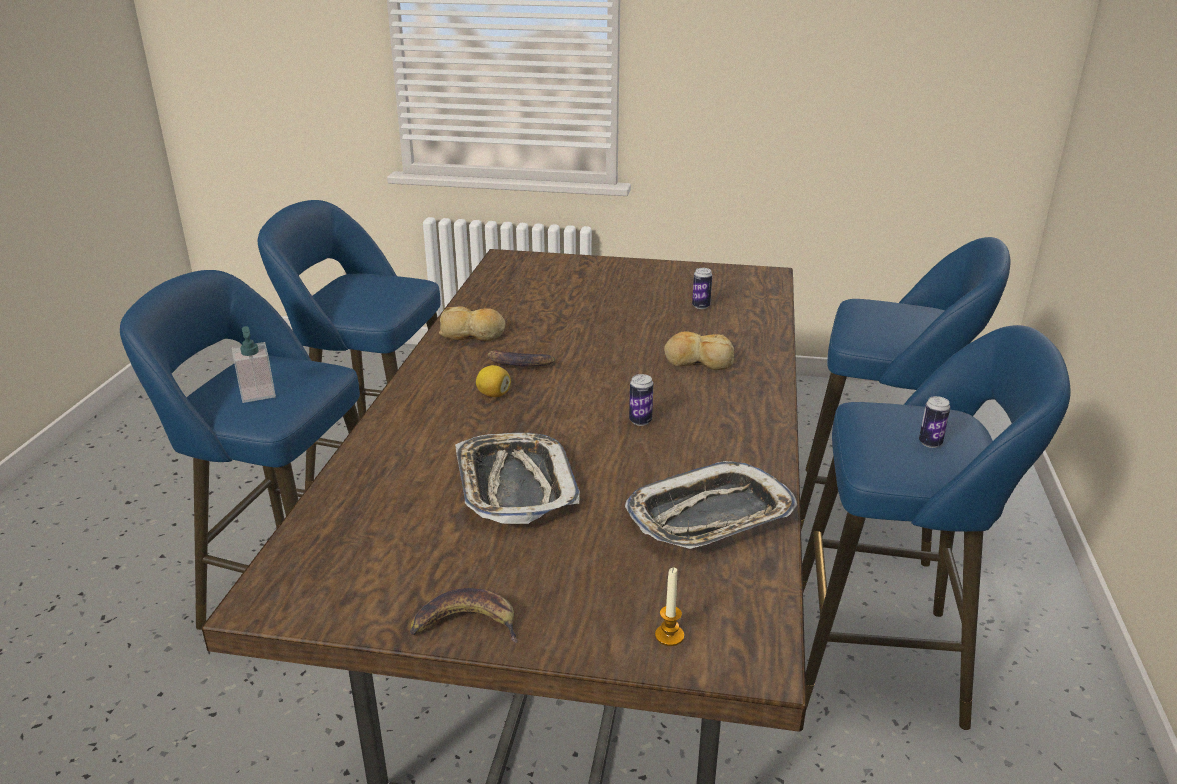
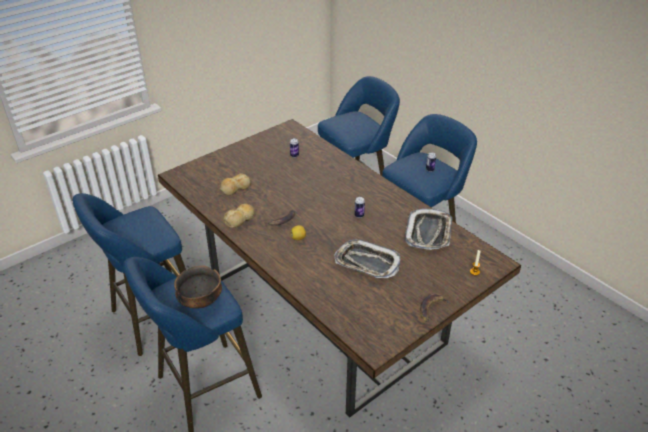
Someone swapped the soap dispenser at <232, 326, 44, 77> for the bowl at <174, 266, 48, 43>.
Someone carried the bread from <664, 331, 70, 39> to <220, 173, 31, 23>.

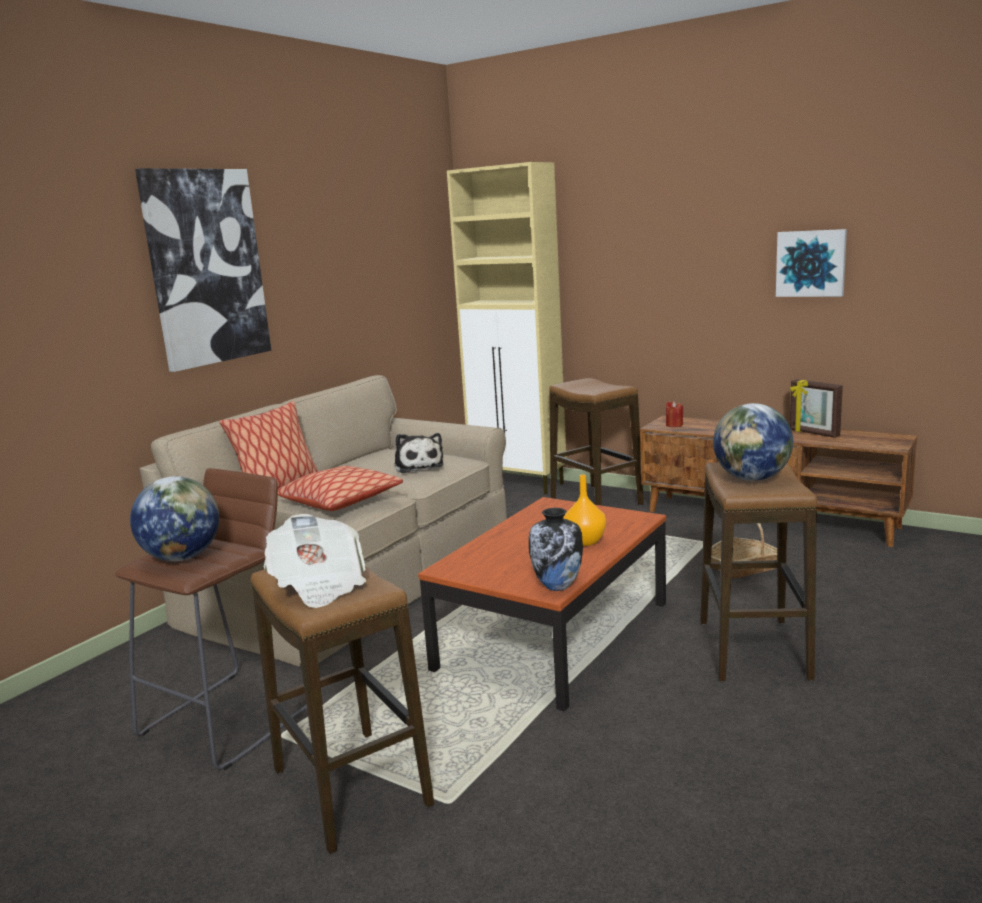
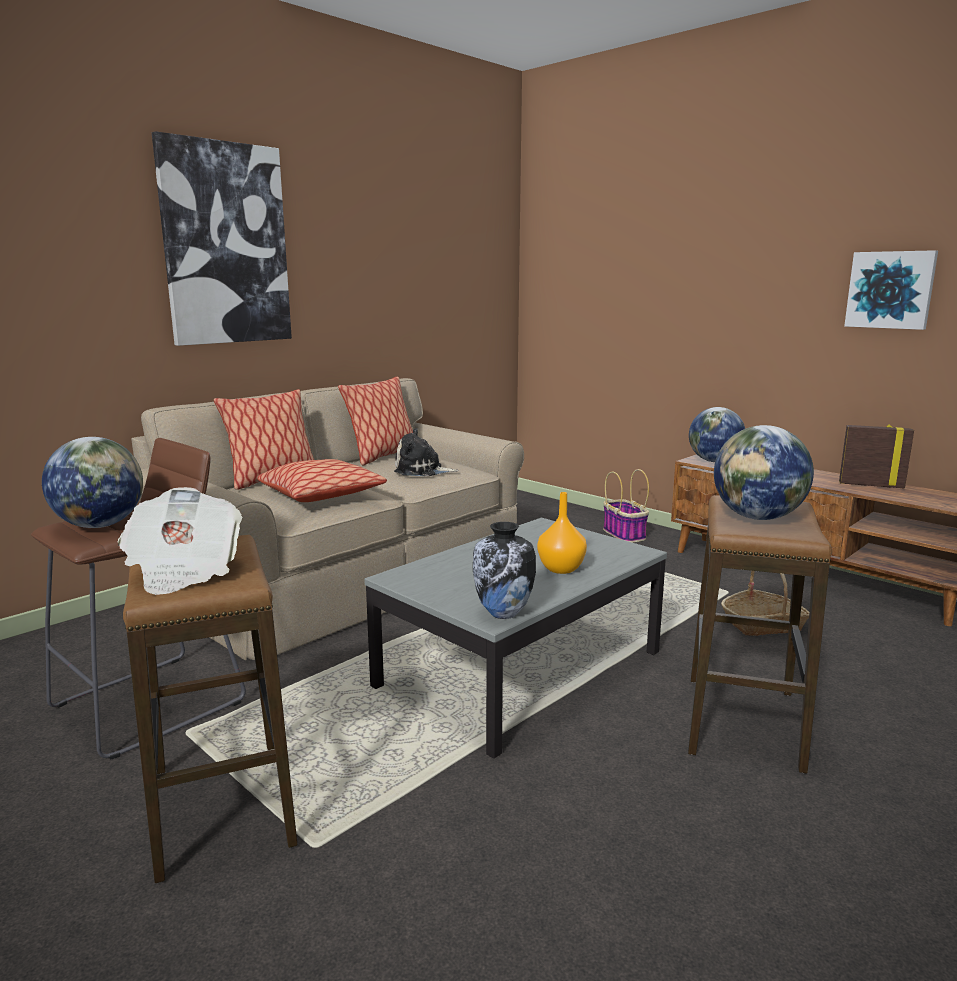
Someone rotated the plush toy at <394, 433, 50, 40> by 105 degrees clockwise.
Someone repainted the coffee table in brown at <418, 497, 248, 214>, which became the coffee table in grey at <364, 517, 303, 242>.
Someone took away the cabinet in beige at <447, 162, 119, 332>.
Someone swapped the stool at <549, 378, 95, 128> for the basket at <603, 469, 46, 74>.
Someone swapped the candle in red at <666, 401, 17, 26> for the globe at <689, 407, 56, 55>.
Someone rotated the picture frame at <790, 379, 53, 59> by 135 degrees clockwise.
Someone put down the pillow at <338, 376, 75, 89>.

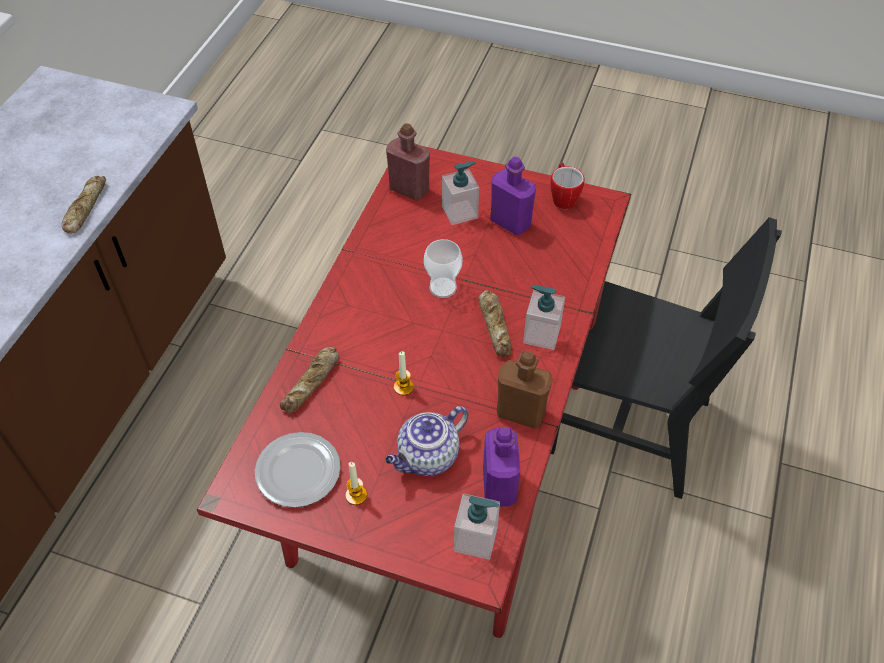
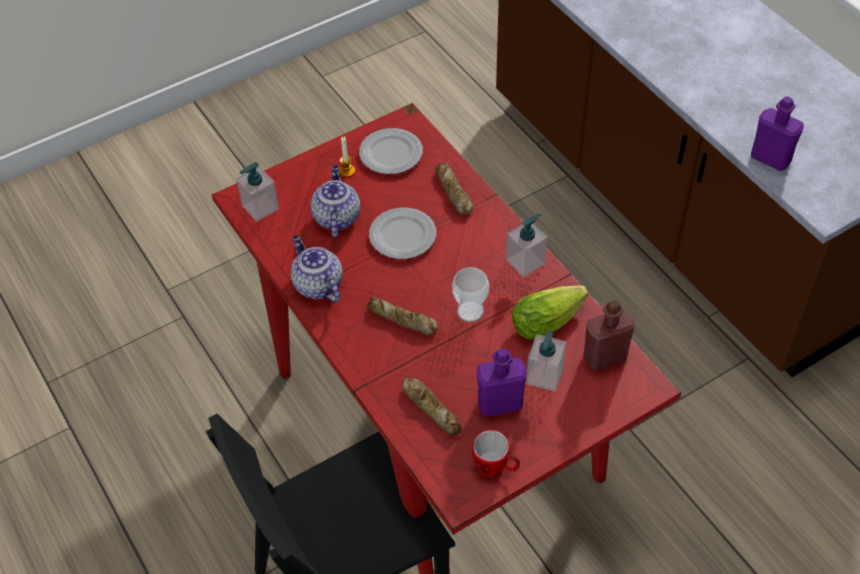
Someone carried the bread from <62, 176, 44, 58> to <402, 378, 60, 58>.
Someone swapped the candle at <394, 351, 20, 45> for the plate at <369, 208, 67, 51>.
Someone carried the bottle in purple from <483, 427, 37, 79> to <751, 97, 53, 74>.
Someone swapped the bottle in brown at <497, 350, 56, 79> for the teapot at <291, 235, 52, 68>.
Someone carried the soap dispenser from <523, 285, 42, 65> to <506, 213, 42, 64>.
Someone put down the lettuce at <512, 285, 76, 55>.

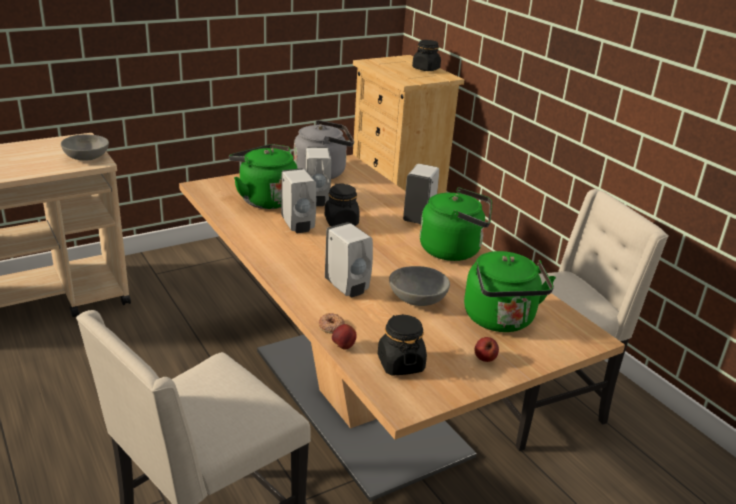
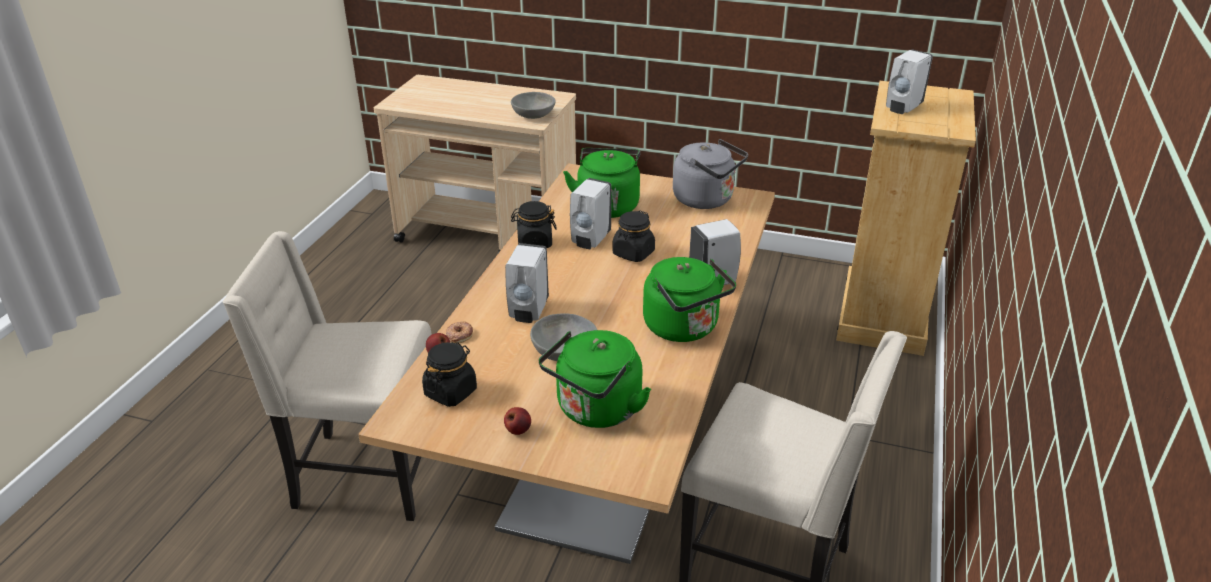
Someone carried the soap dispenser in white from <306, 147, 25, 59> to <886, 49, 47, 65>.
Someone carried the jar in black from <412, 40, 29, 31> to <511, 201, 46, 47>.

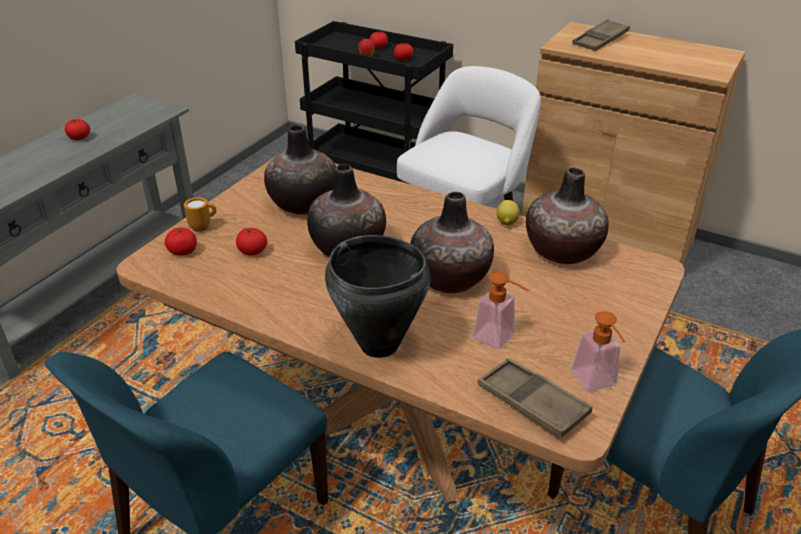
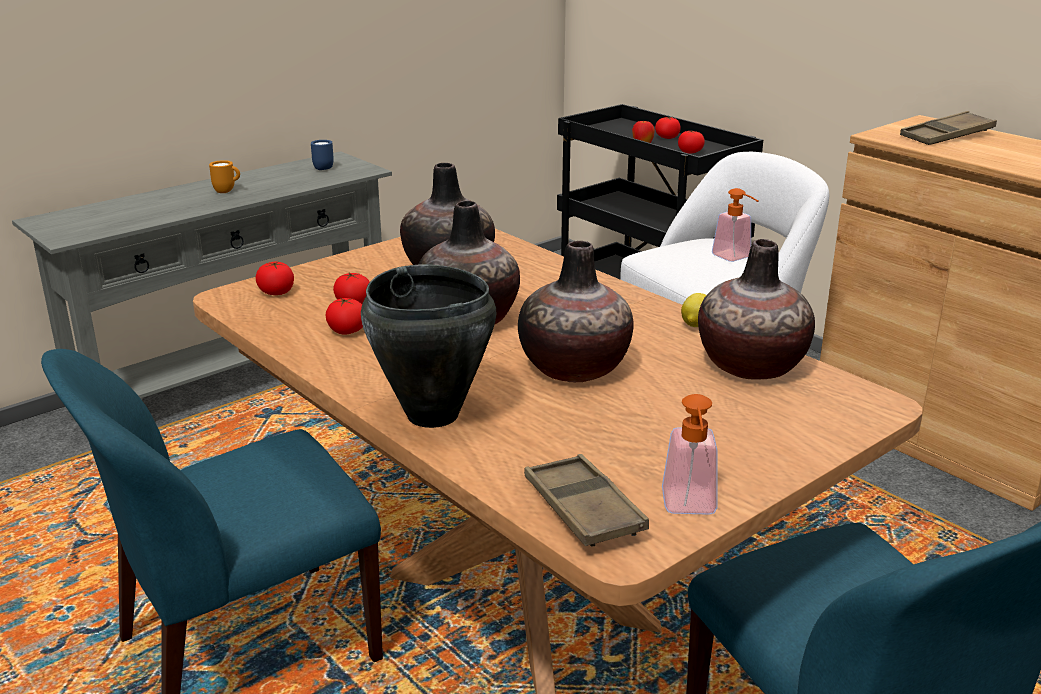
Someone carried the tomato from <65, 119, 25, 21> to <325, 298, 38, 37>.
Someone carried the mug in orange from <184, 197, 32, 35> to <209, 160, 31, 33>.
Someone carried the soap dispenser from <473, 272, 56, 77> to <712, 188, 46, 74>.
Someone put down the mug in blue at <311, 140, 23, 30>.

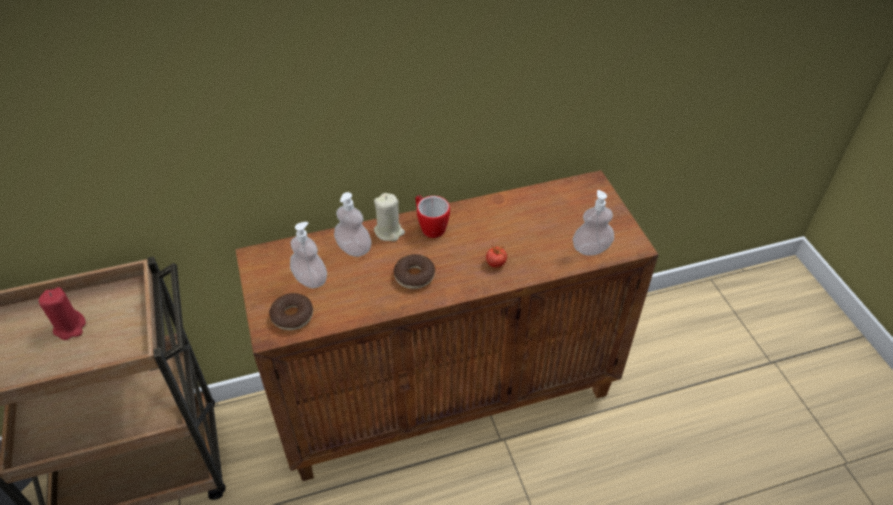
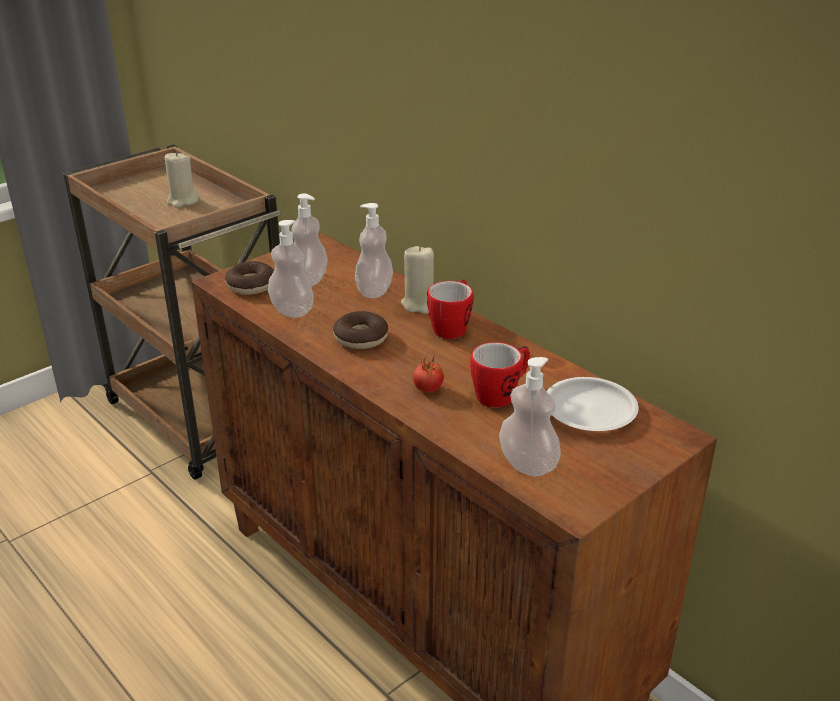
Someone repainted the candle in red at <39, 287, 47, 53>, which became the candle in beige at <165, 152, 34, 56>.
Someone put down the soap dispenser at <268, 220, 46, 98>.
Someone put down the mug at <470, 342, 60, 66>.
Someone put down the plate in white at <547, 377, 92, 54>.

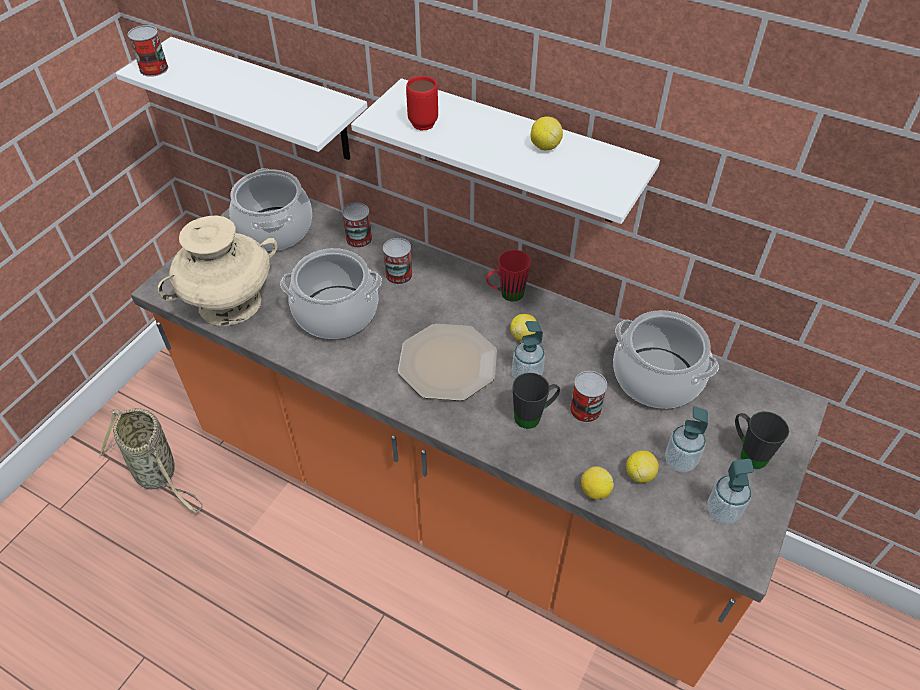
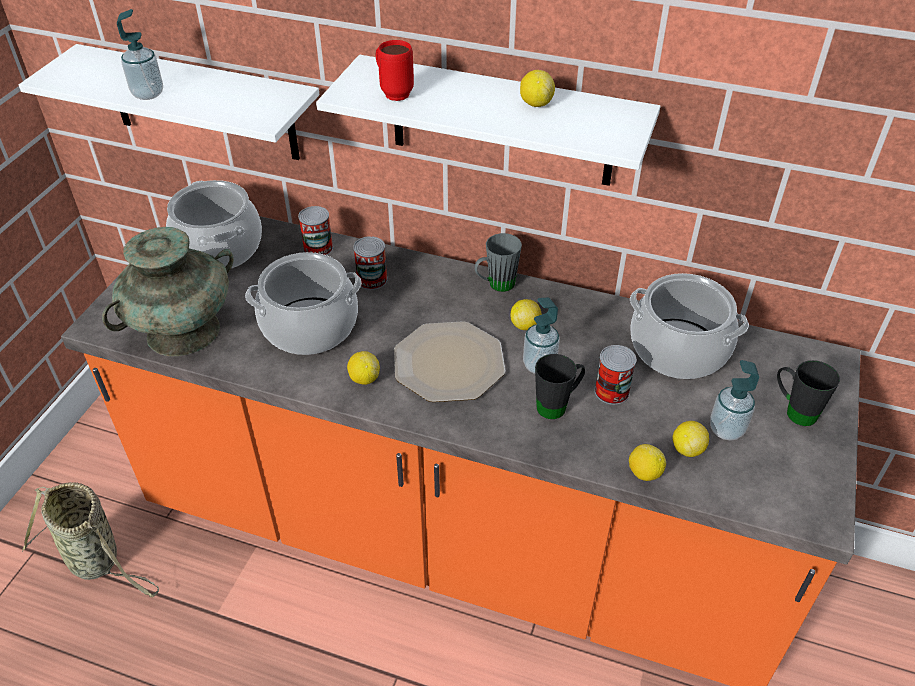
Someone took away the can at <128, 25, 40, 52>.
Someone repainted the vase in beige at <158, 216, 120, 110>, which became the vase in turquoise at <102, 227, 132, 129>.
Someone repainted the mug in red at <486, 250, 45, 51>, which became the mug in grey at <475, 233, 47, 59>.
Someone carried the soap dispenser from <707, 459, 47, 65> to <117, 9, 46, 91>.
Someone put down the lemon at <347, 351, 33, 34>.

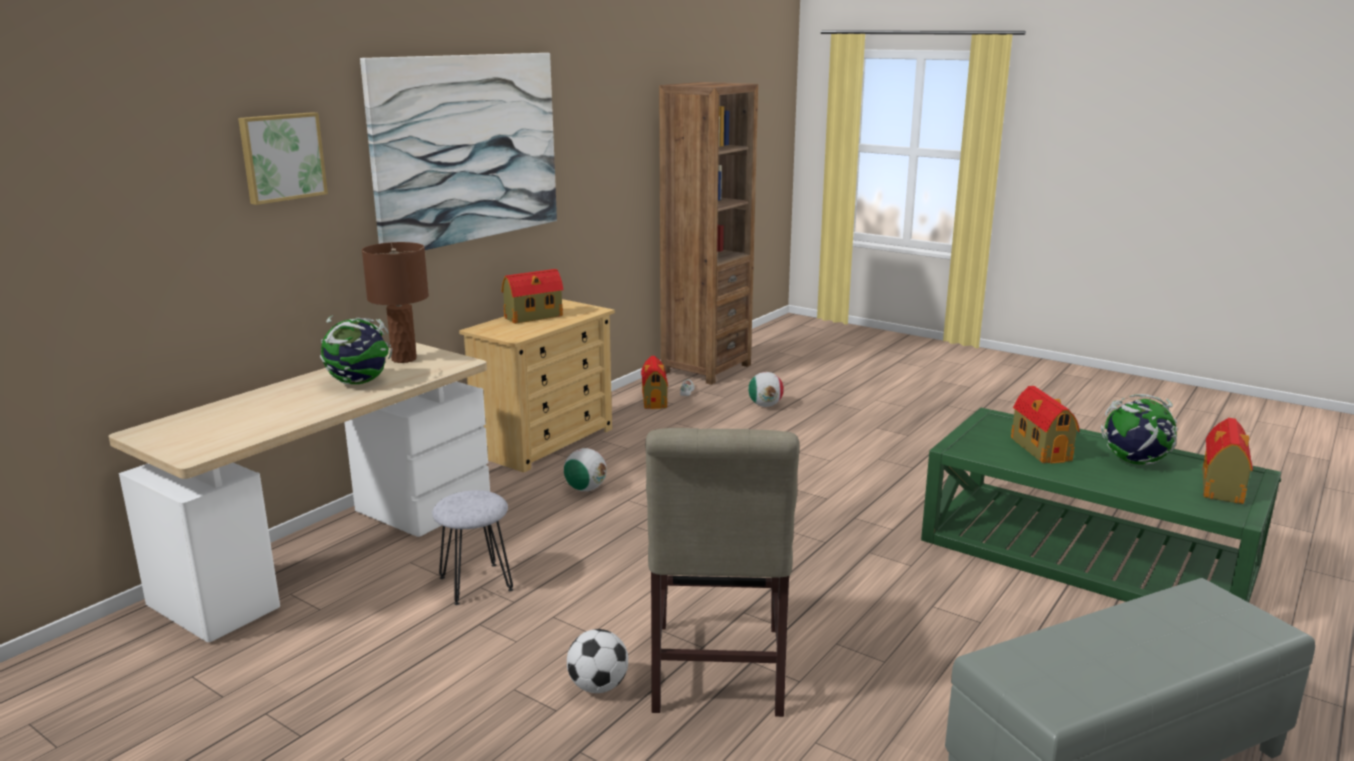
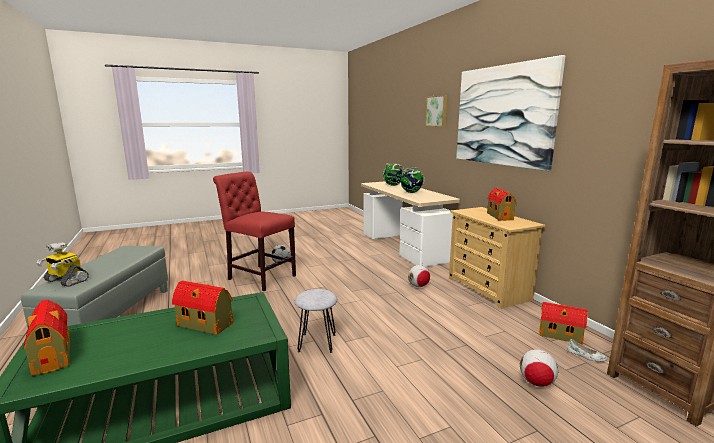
Someone took away the table lamp in brown at <362, 242, 67, 121>.
Someone carried the stool in grey from <432, 490, 81, 115> to <295, 289, 42, 64>.
Someone repainted the chair in beige at <645, 428, 155, 289>, which became the chair in red at <213, 171, 83, 120>.
Someone carried the globe from <1101, 394, 76, 71> to <383, 163, 21, 23>.
Someone put down the toy robot at <36, 242, 53, 45>.

